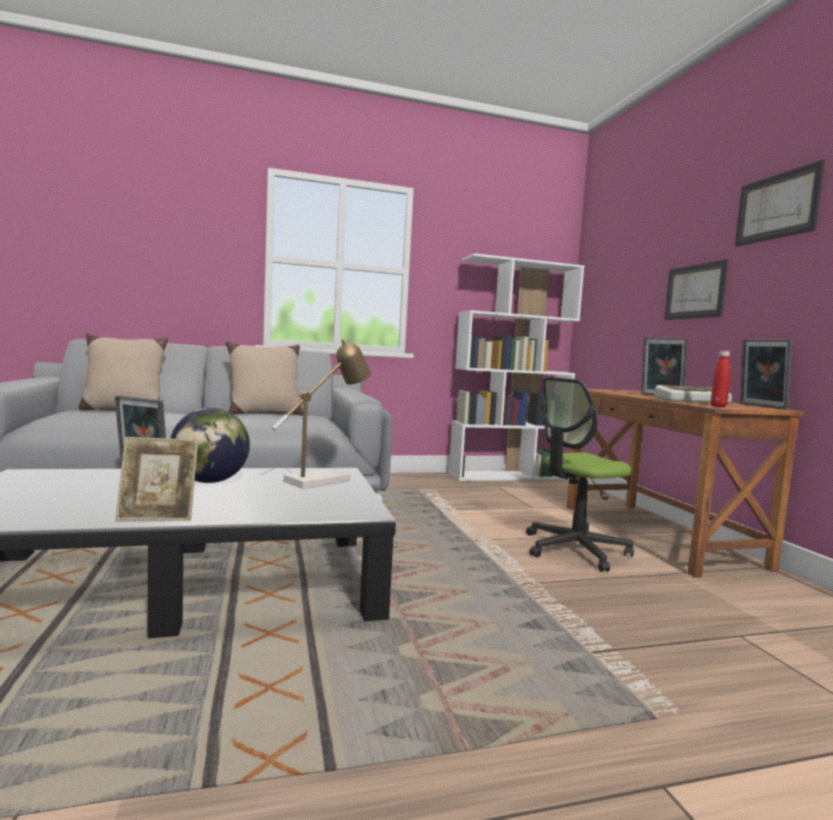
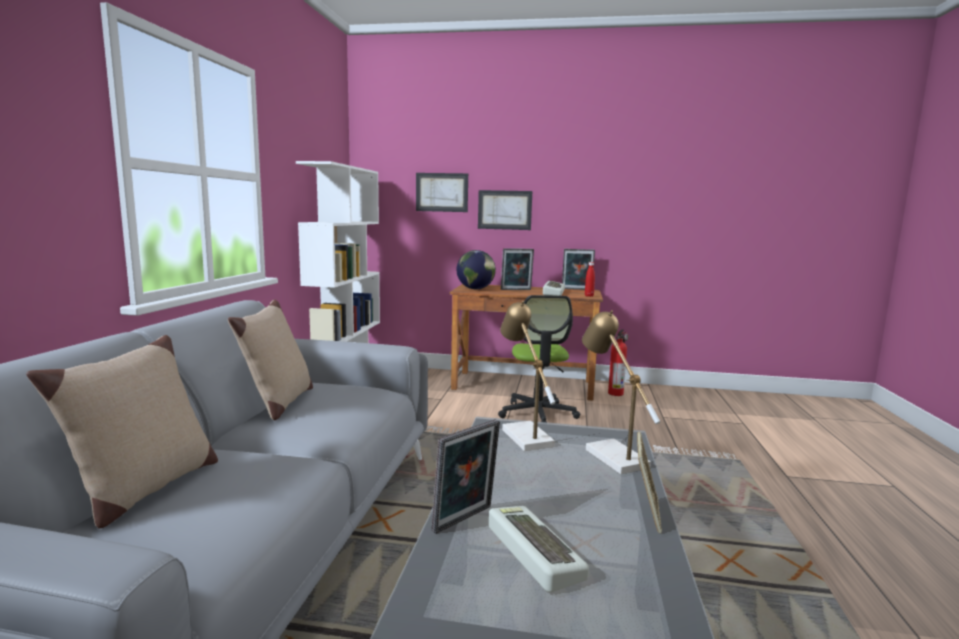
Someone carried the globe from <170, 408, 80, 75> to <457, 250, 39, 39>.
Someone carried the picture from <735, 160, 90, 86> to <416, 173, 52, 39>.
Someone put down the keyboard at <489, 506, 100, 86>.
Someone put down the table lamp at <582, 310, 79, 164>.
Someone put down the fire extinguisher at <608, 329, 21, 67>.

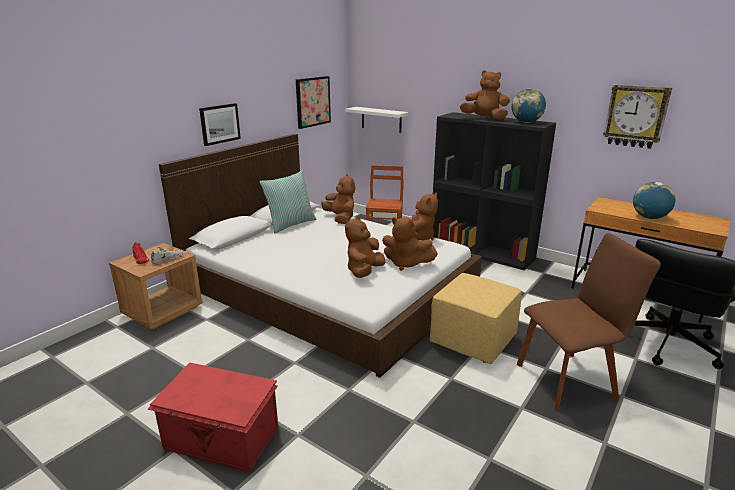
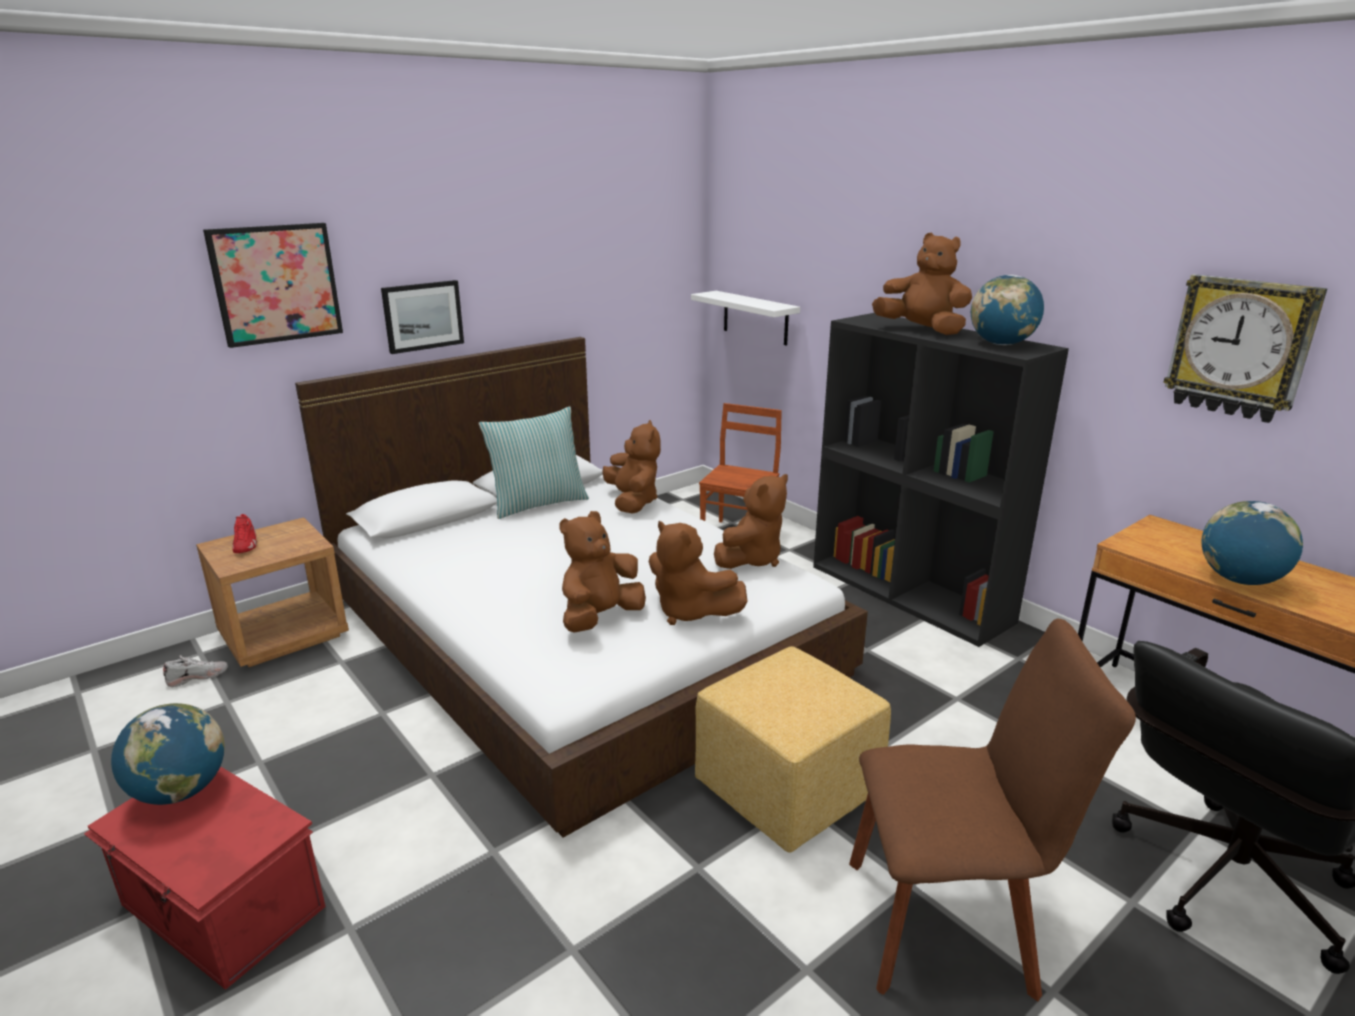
Someone carried the shoe in white from <151, 247, 32, 18> to <163, 655, 65, 32>.
Someone carried the picture from <296, 76, 35, 53> to <203, 223, 140, 125>.
Someone put down the globe at <111, 703, 114, 102>.

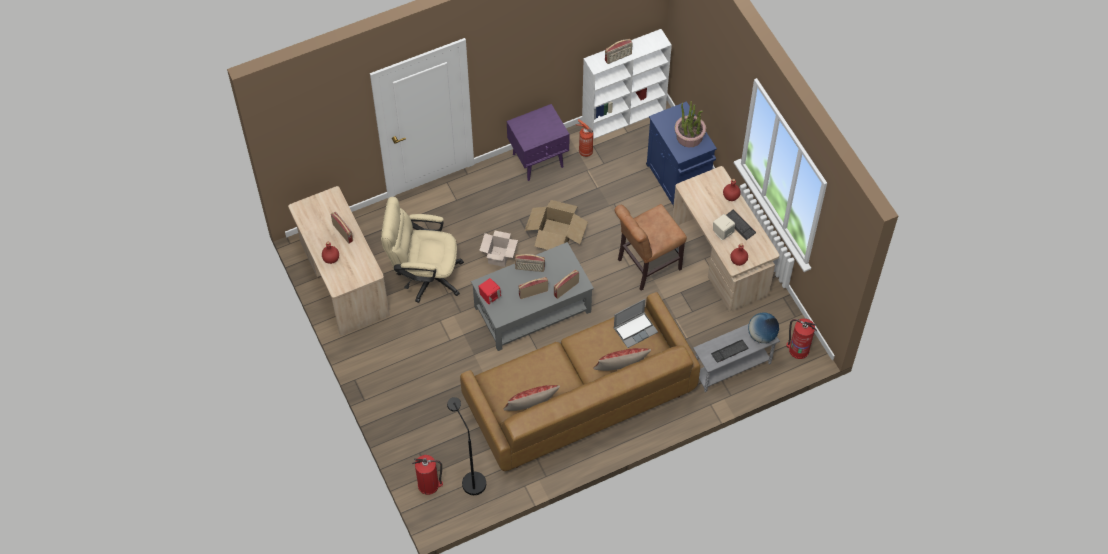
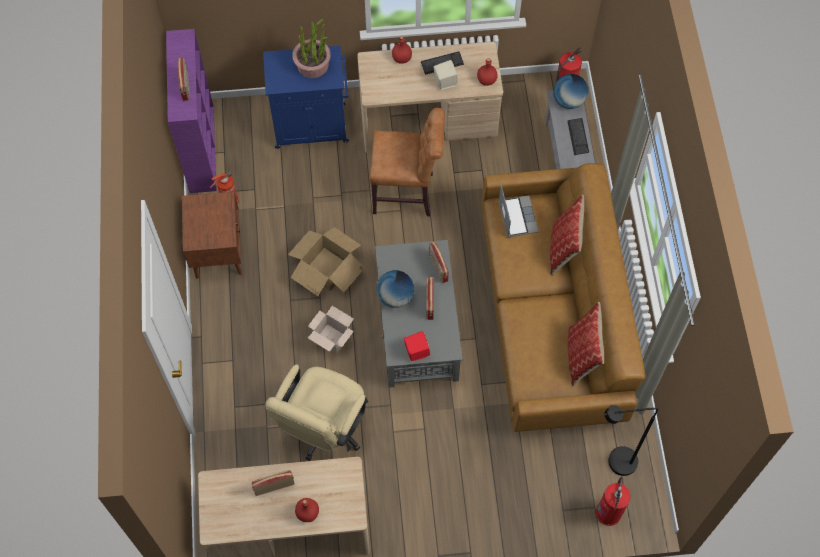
Someone repainted the nightstand in purple at <507, 104, 62, 77>, which became the nightstand in brown at <182, 191, 60, 88>.
Someone swapped the radio at <515, 254, 30, 18> for the globe at <377, 270, 37, 38>.
Someone repainted the bookcase in white at <582, 29, 90, 110>, which became the bookcase in purple at <166, 29, 51, 164>.
Someone rotated the chair in brown at <614, 204, 73, 87> by 75 degrees counterclockwise.

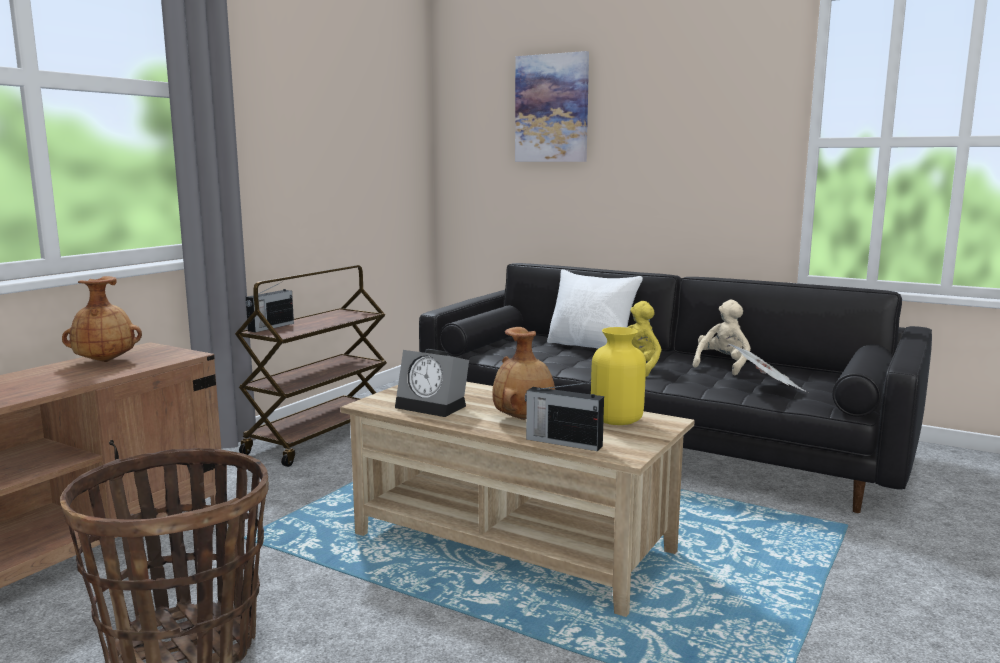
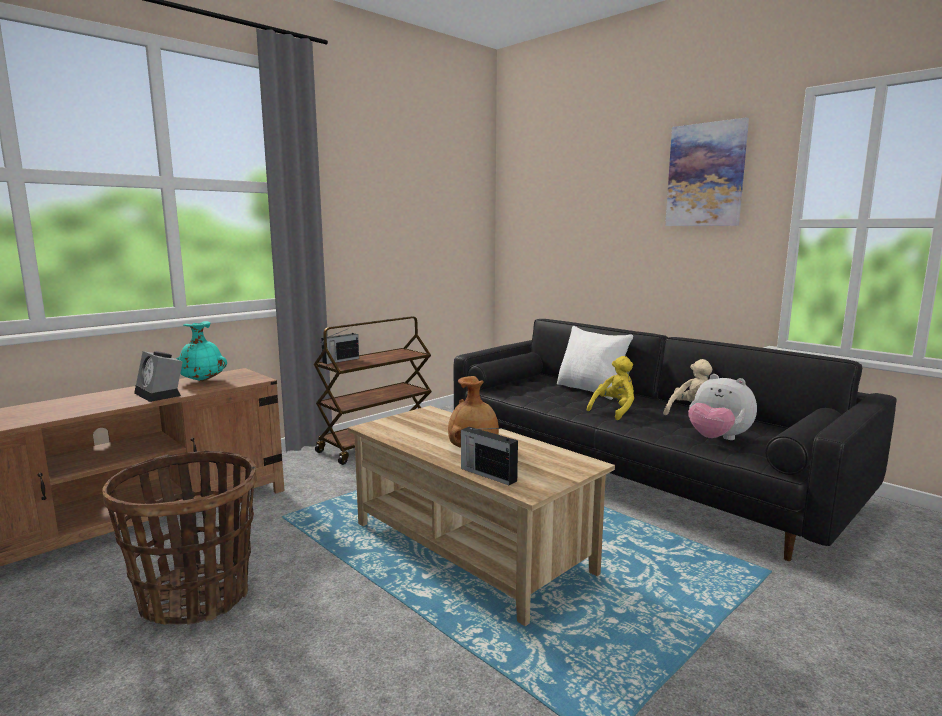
Someone repainted the vase in brown at <62, 276, 80, 86>, which became the vase in turquoise at <176, 321, 51, 60>.
Someone carried the alarm clock from <395, 349, 74, 68> to <134, 351, 49, 51>.
Someone carried the picture from <515, 51, 74, 111> to <665, 117, 84, 109>.
Someone took away the vase in yellow at <591, 327, 55, 98>.
Someone swapped the newspaper at <729, 344, 78, 48> for the plush toy at <688, 374, 69, 66>.

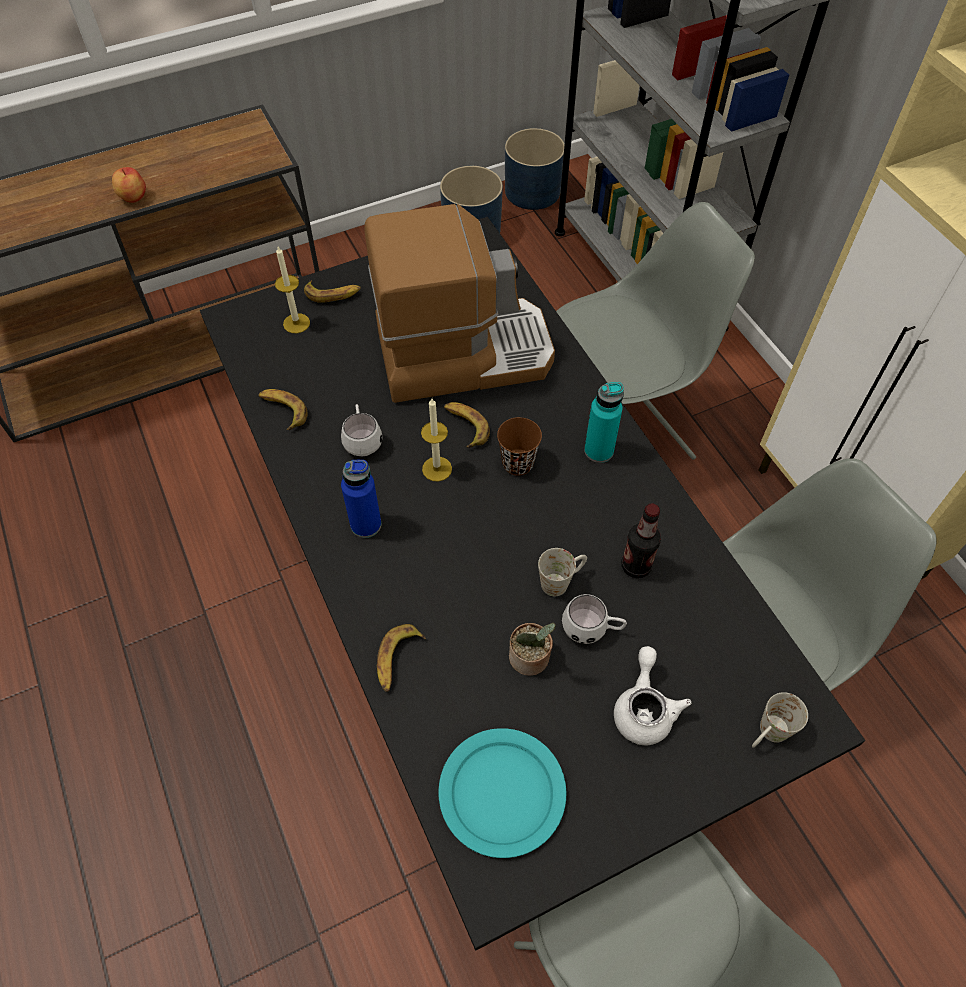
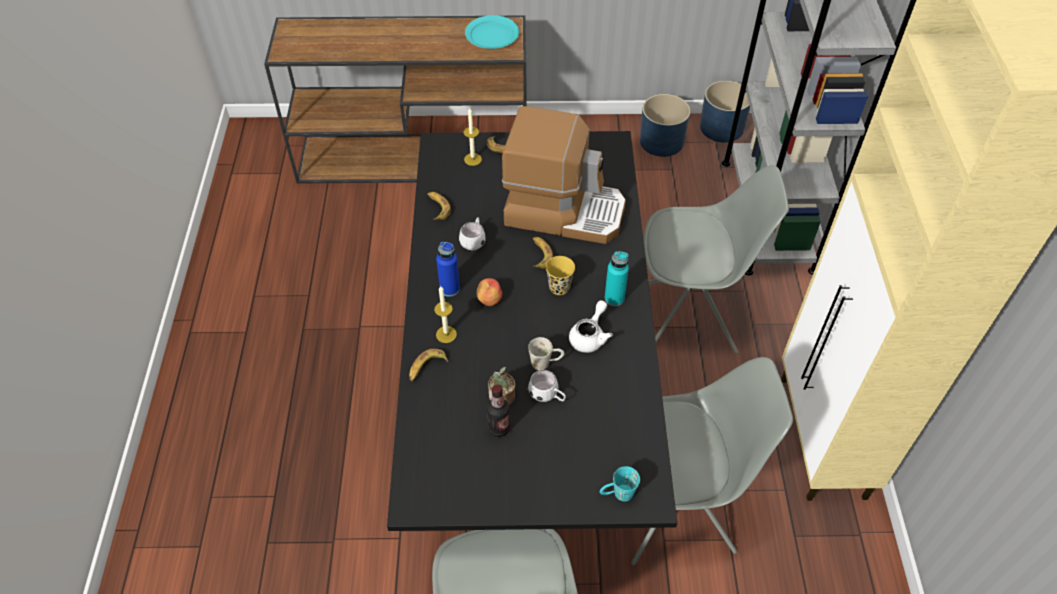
Someone carried the apple from <112, 167, 34, 36> to <476, 278, 26, 28>.
Someone carried the candle from <421, 399, 31, 82> to <434, 286, 23, 57>.
Someone carried the plate in turquoise from <438, 728, 128, 130> to <465, 15, 54, 34>.
Someone repainted the cup in brown at <497, 417, 45, 59>, which became the cup in yellow at <546, 256, 29, 39>.
Someone carried the teapot in white from <614, 646, 77, 99> to <569, 300, 44, 53>.
Someone carried the bottle from <621, 504, 40, 74> to <487, 385, 23, 52>.
Someone repainted the mug in white at <752, 692, 56, 56>, which became the mug in turquoise at <600, 466, 40, 36>.

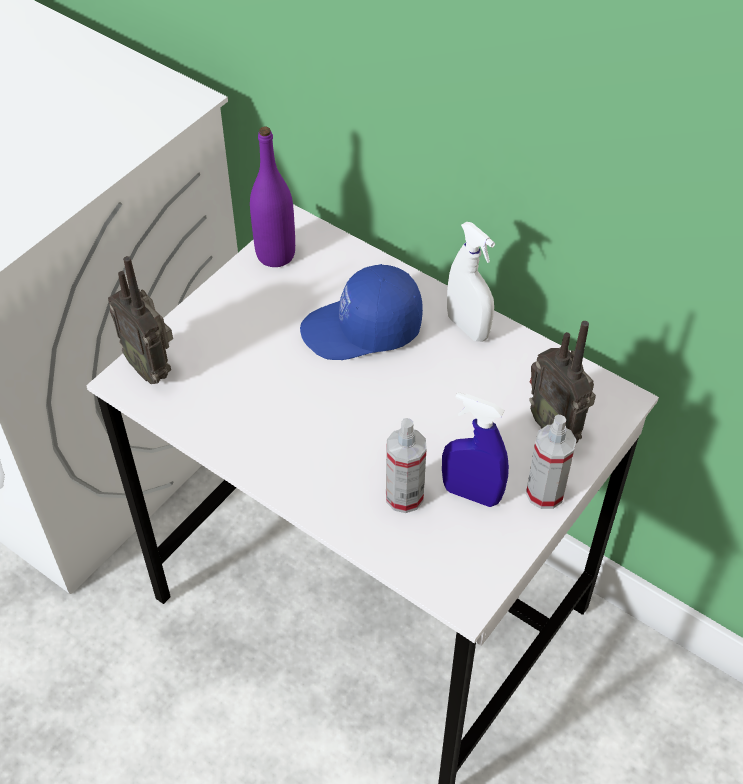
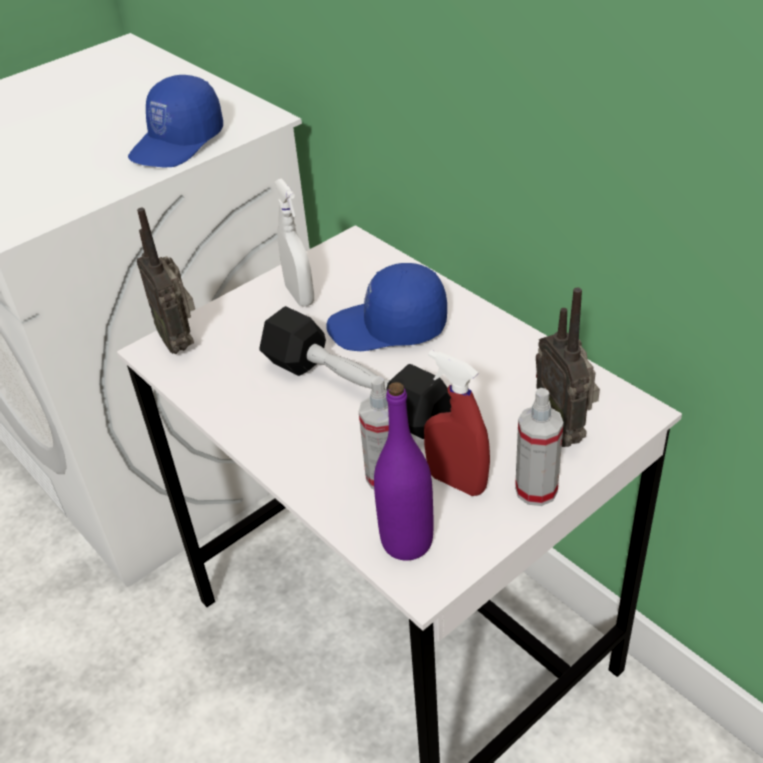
Someone carried the bottle in purple from <250, 126, 45, 141> to <374, 382, 59, 179>.
Someone repainted the spray bottle in blue at <442, 392, 67, 115>, which became the spray bottle in red at <424, 350, 66, 146>.
Someone carried the spray bottle in white from <447, 222, 48, 120> to <275, 178, 39, 129>.
Someone put down the cap in blue at <128, 75, 95, 93>.
Someone put down the dumbbell in black at <259, 306, 192, 133>.

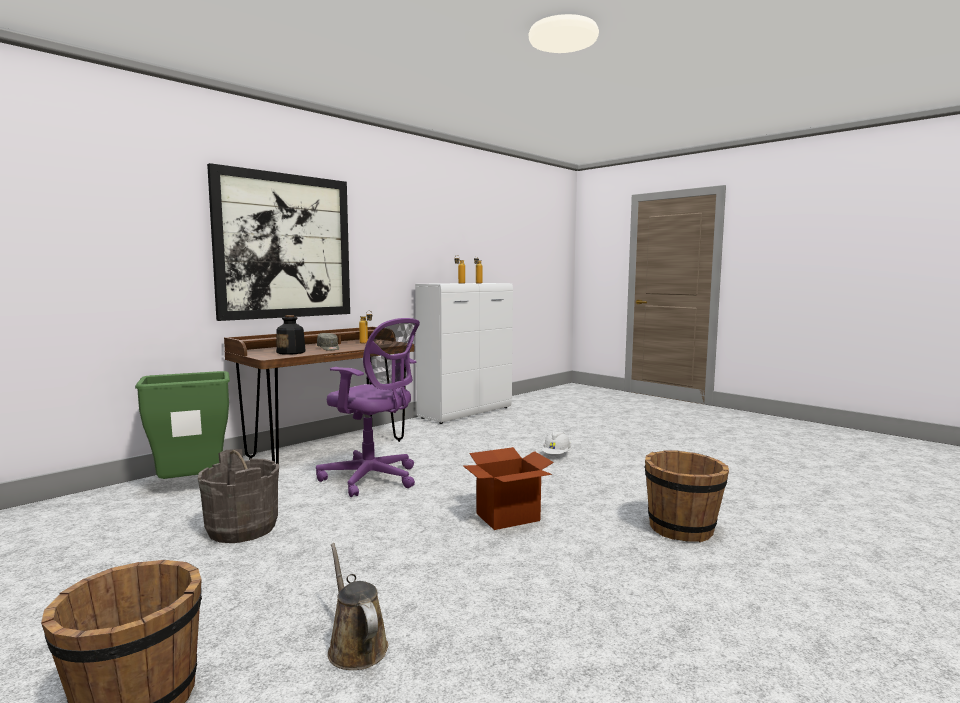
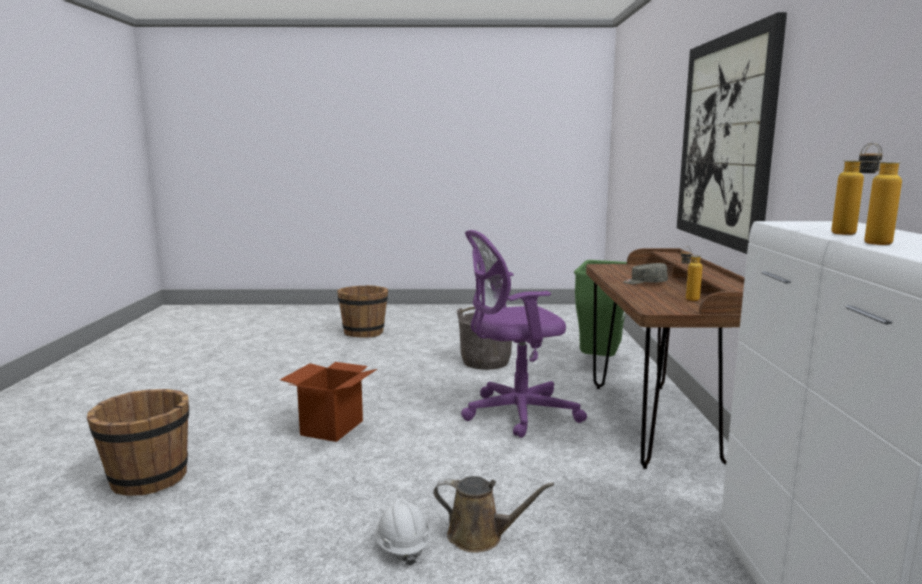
Someone took away the bottle at <276, 315, 30, 40>.
Someone carried the watering can in brown from <328, 543, 60, 127> to <433, 476, 121, 77>.

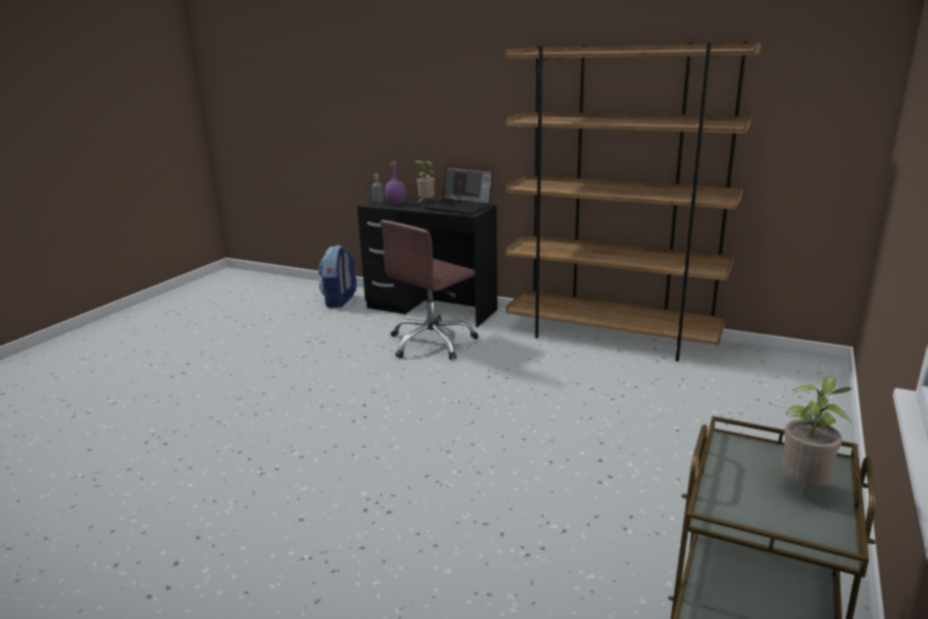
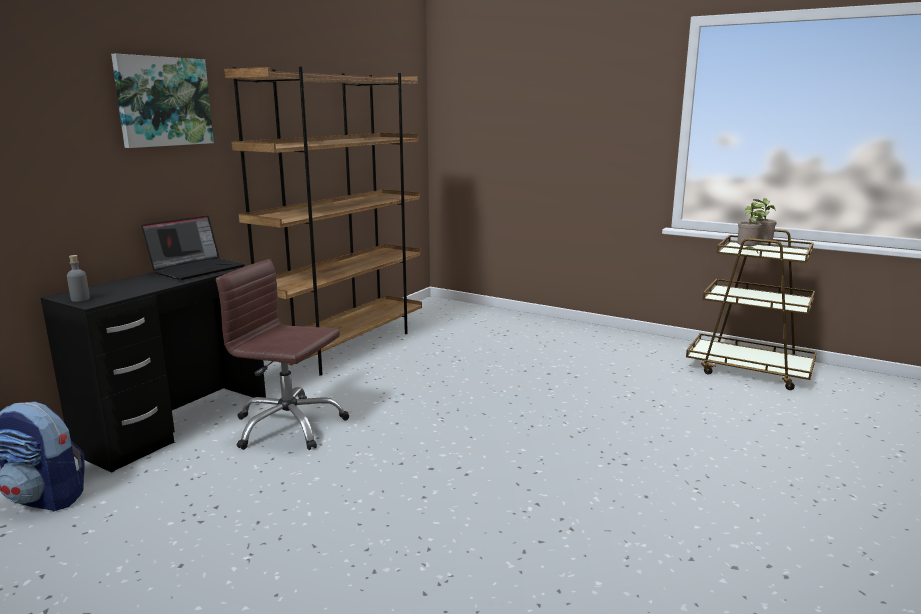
Someone rotated the office chair in brown at <380, 220, 99, 140> by 150 degrees clockwise.
Someone took away the bottle in purple at <385, 161, 21, 44>.
Someone carried the potted plant from <413, 160, 22, 43> to <737, 202, 29, 51>.
Someone put up the picture at <111, 54, 103, 94>.

